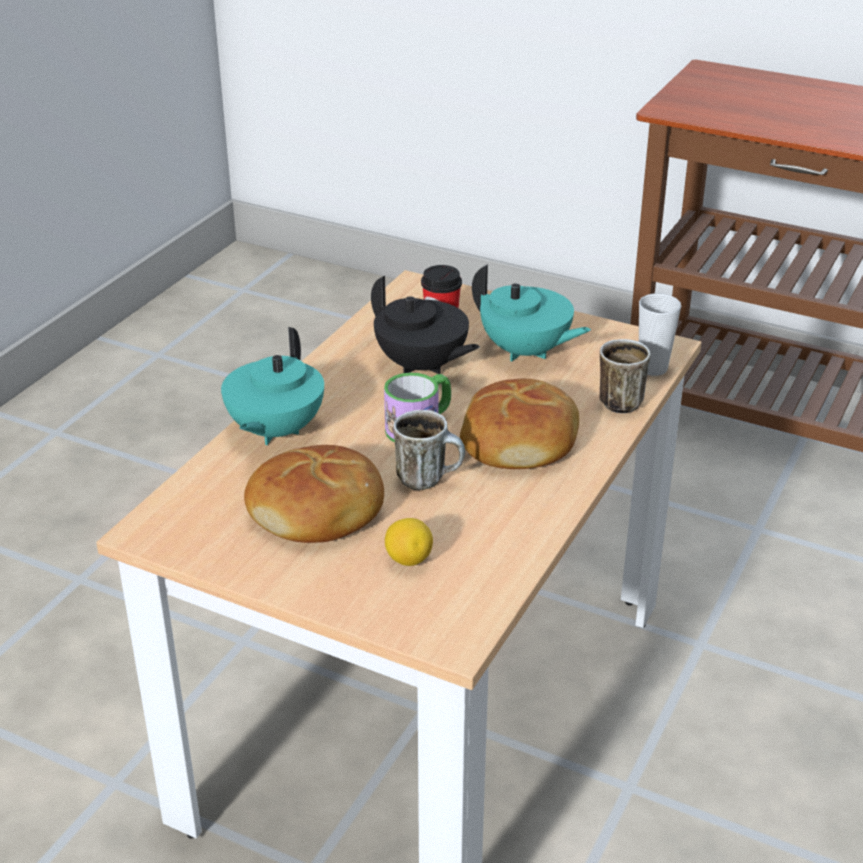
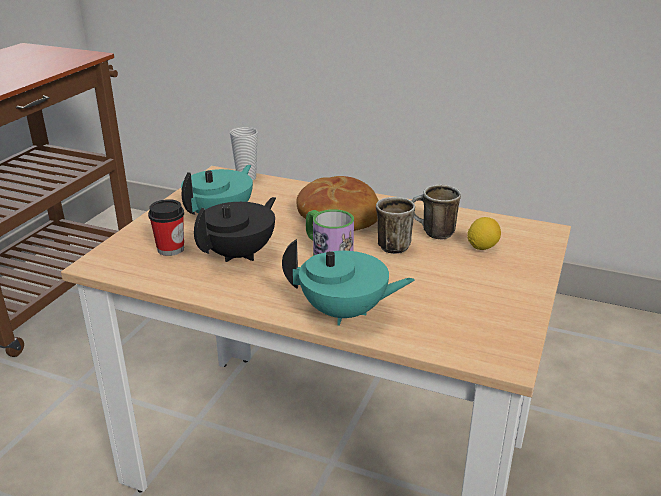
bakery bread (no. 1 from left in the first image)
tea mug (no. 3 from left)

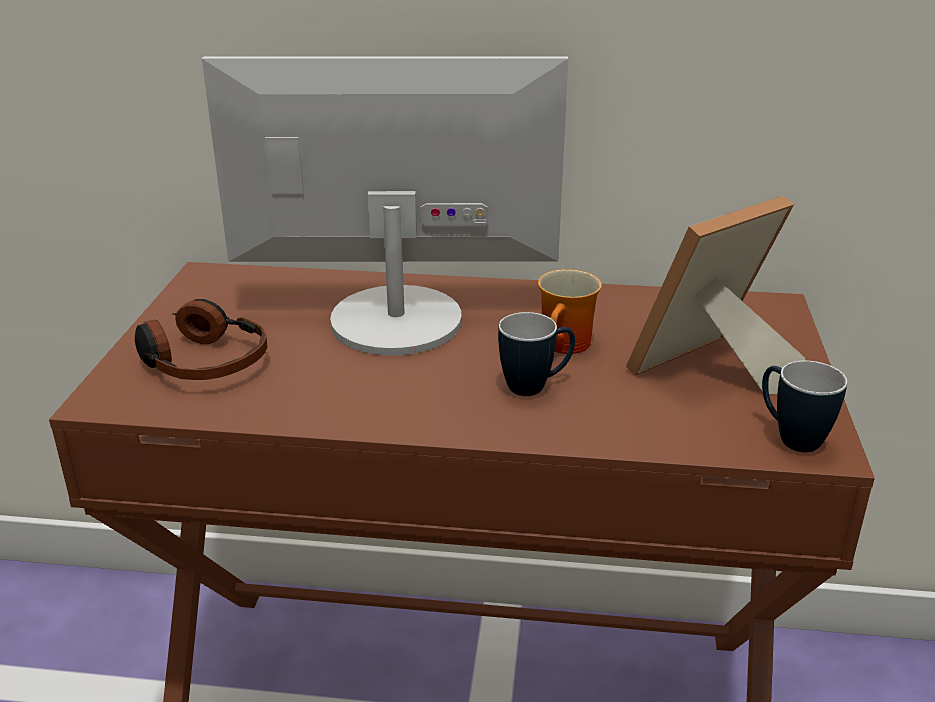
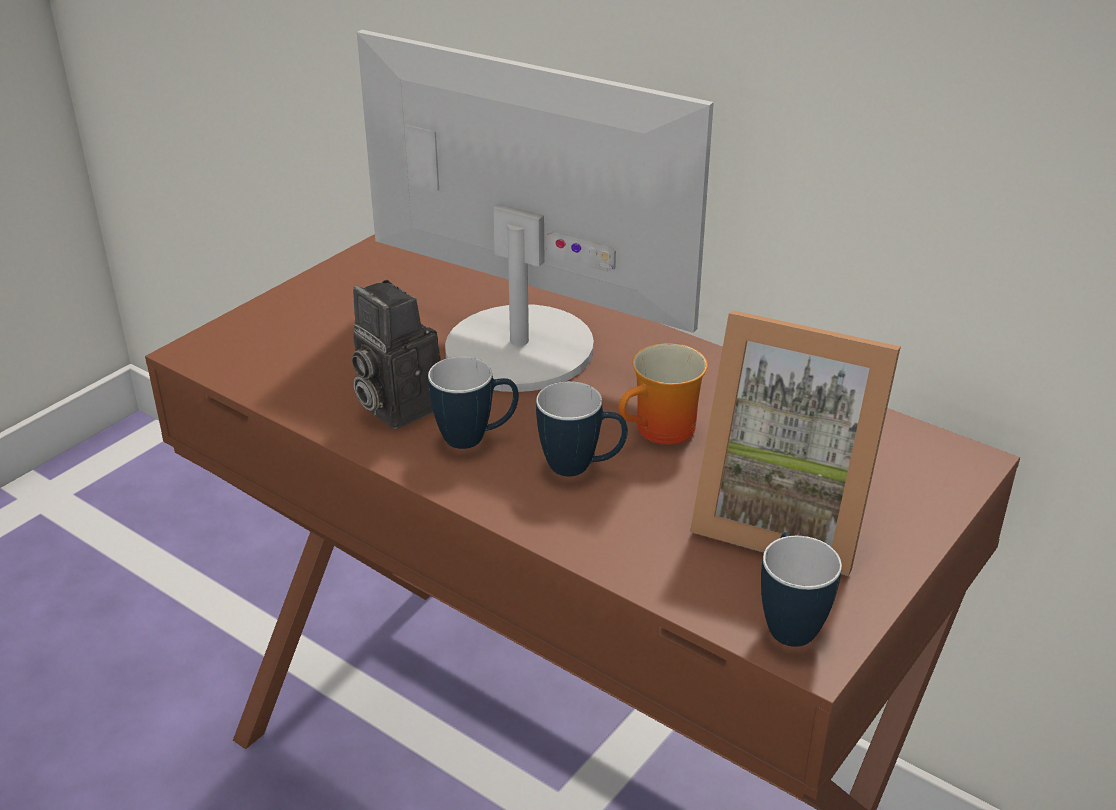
headset
picture frame
photo camera
tea mug (no. 1 from left)

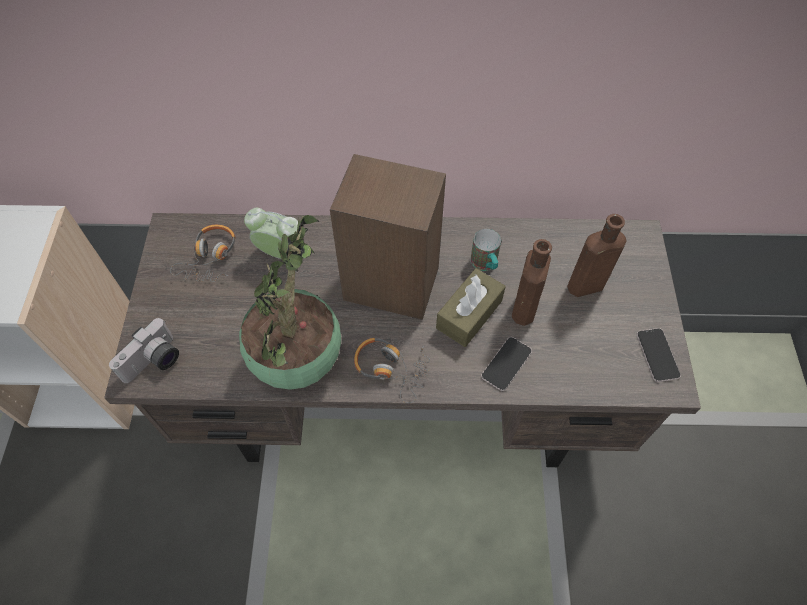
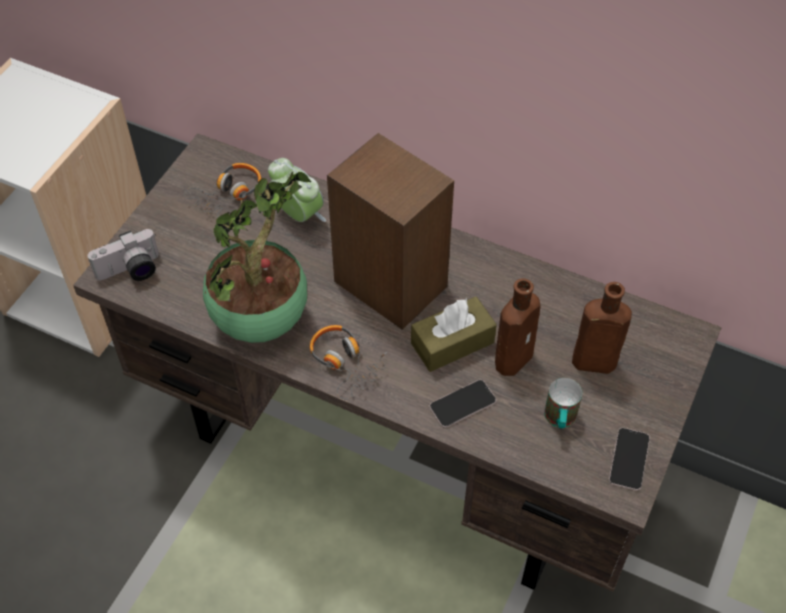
tea mug

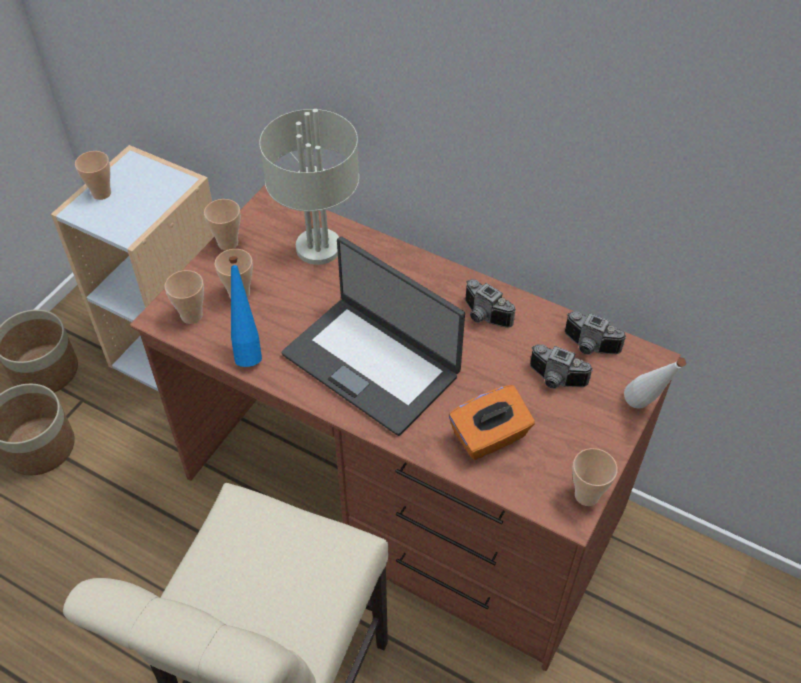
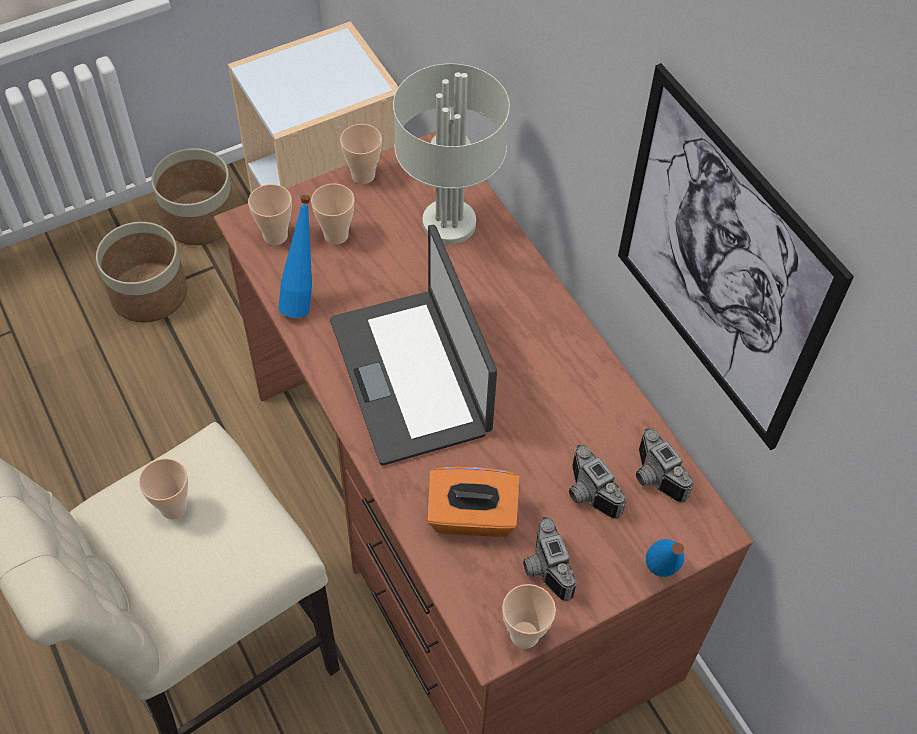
small cup (no. 1 from left)
photo camera (no. 1 from left)
blue beverage bottle (no. 2 from left)
picture

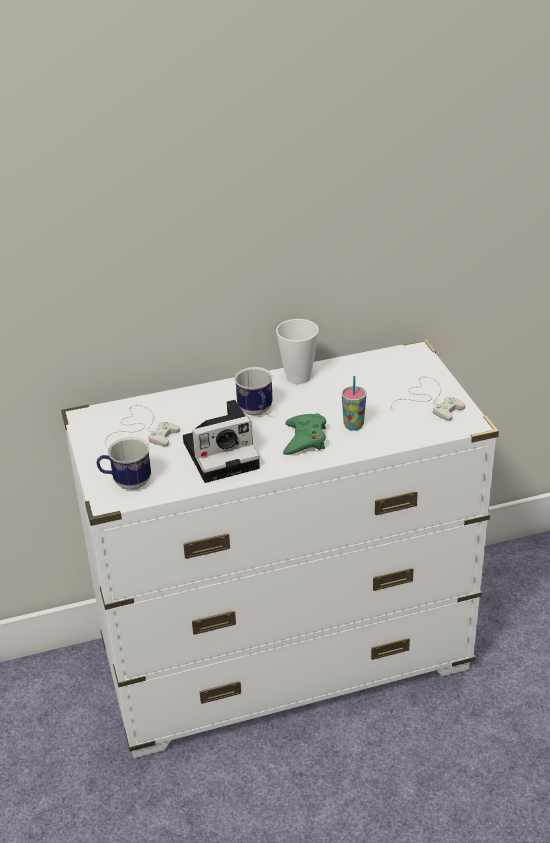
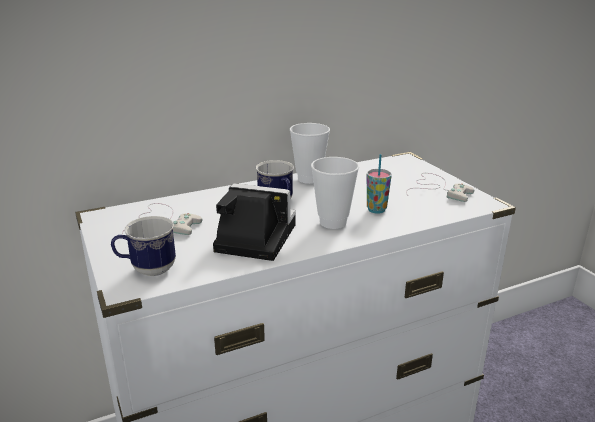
photo camera
small cup (no. 2 from left)

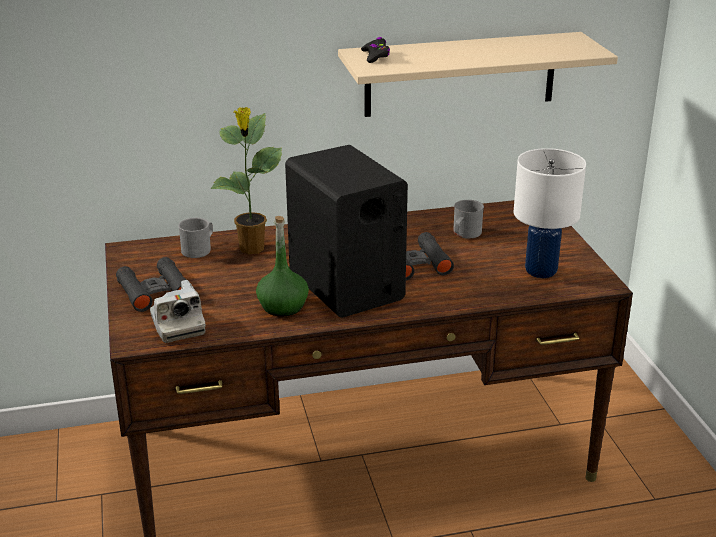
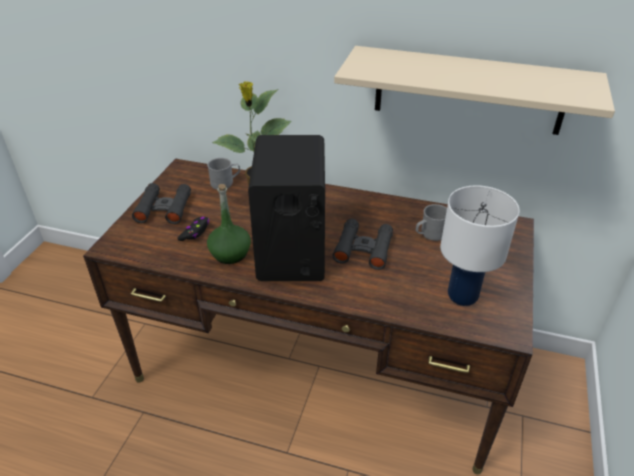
photo camera
black-coloured gamepad

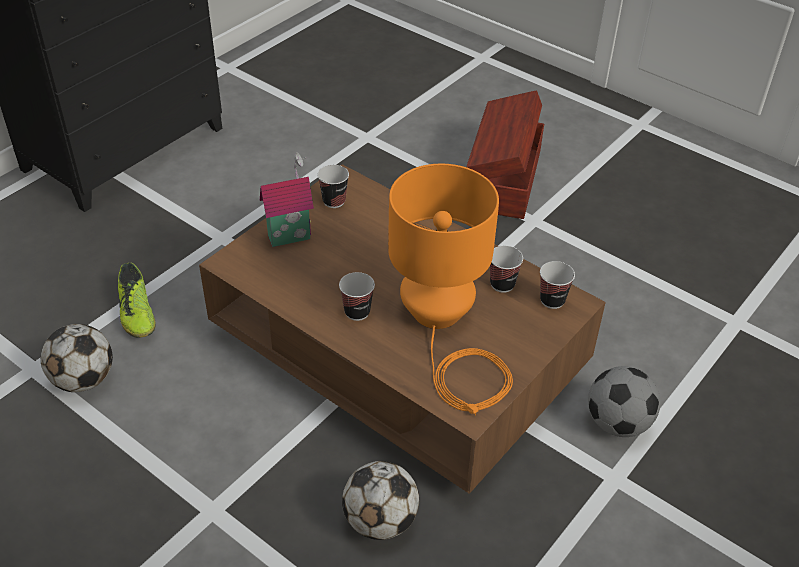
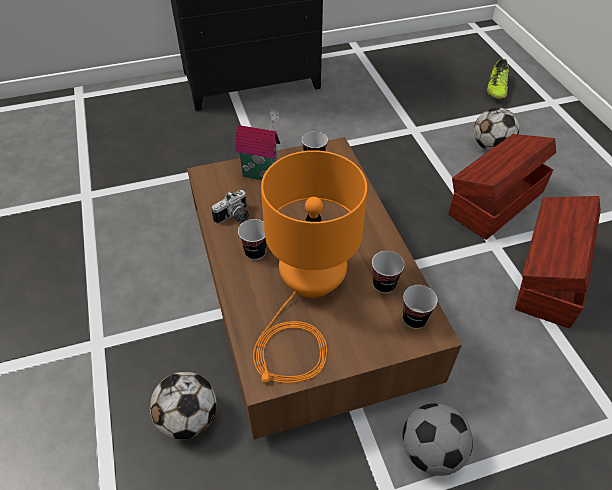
football ball (no. 3 from left)
item of footwear
photo camera
brown-coloured storage container (no. 2 from left)

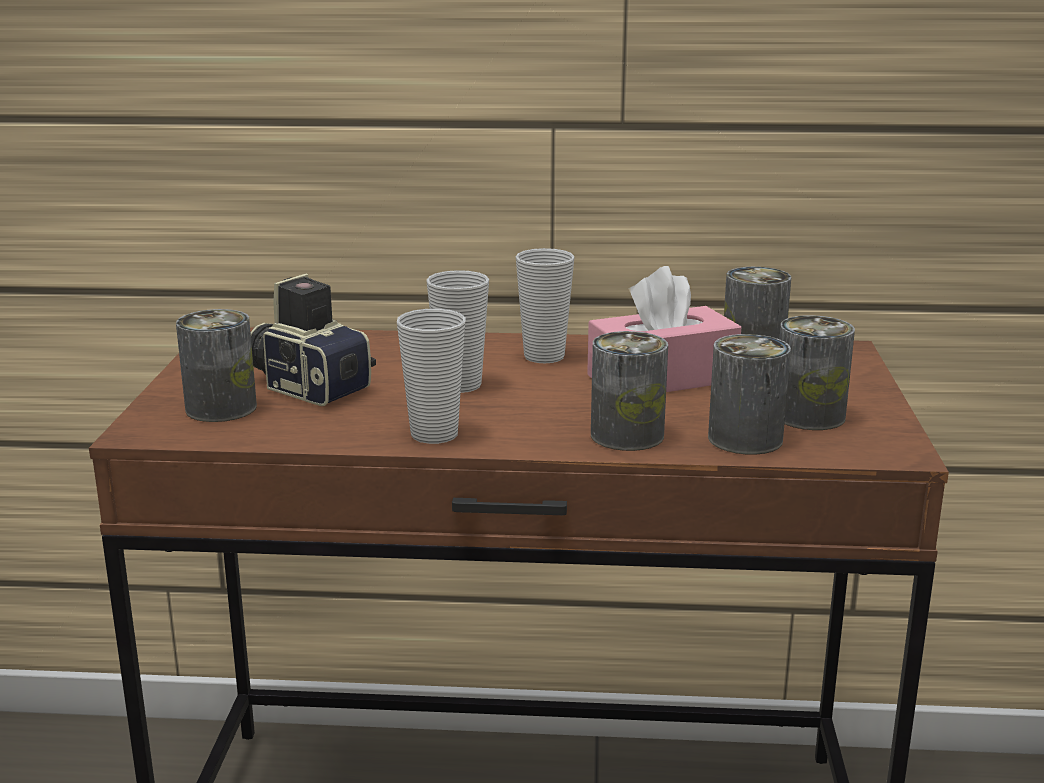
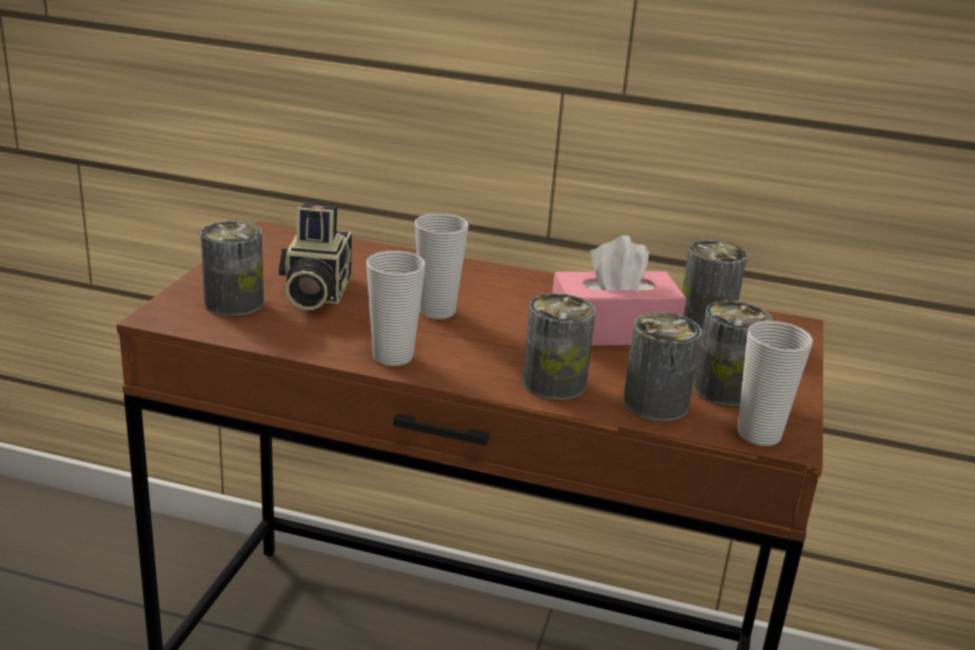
photo camera
small cup (no. 3 from left)

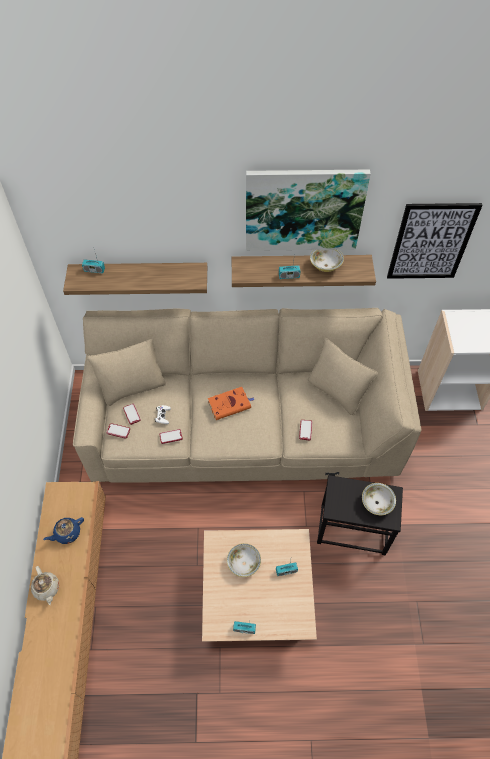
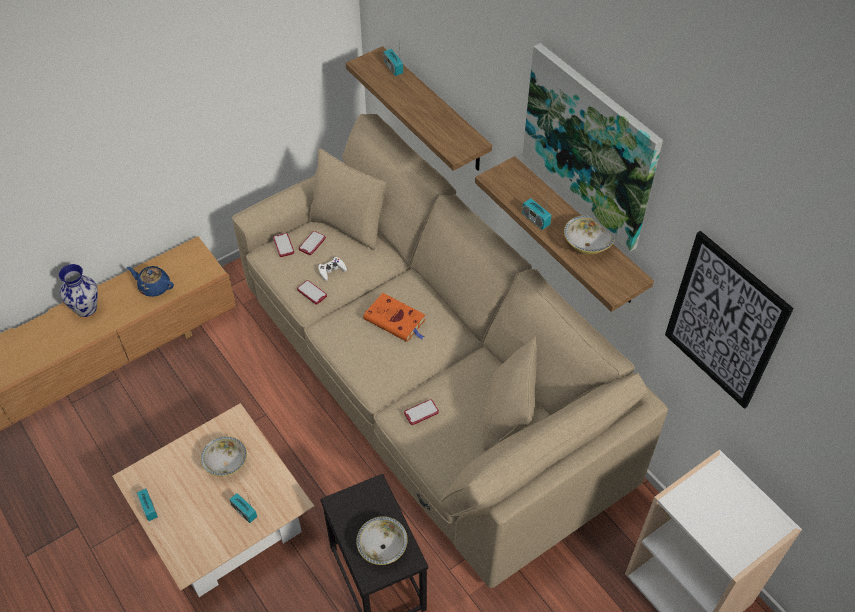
decorative vase

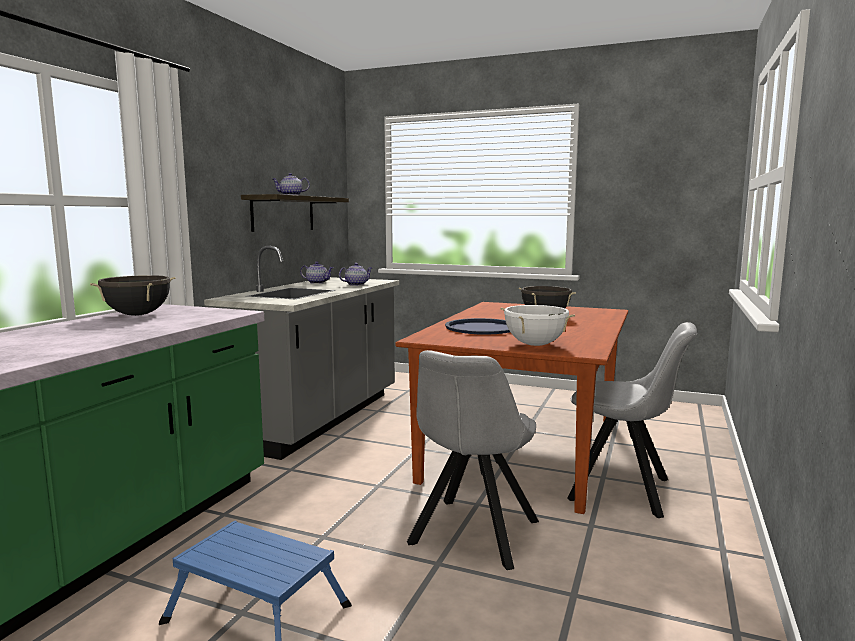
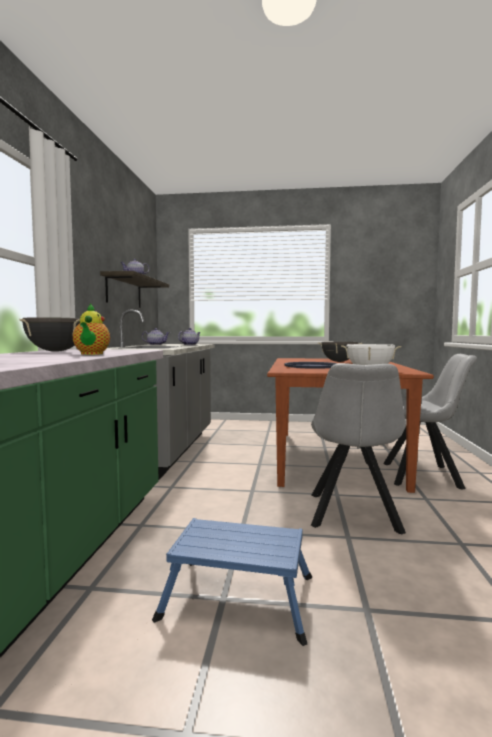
teapot (no. 1 from left)

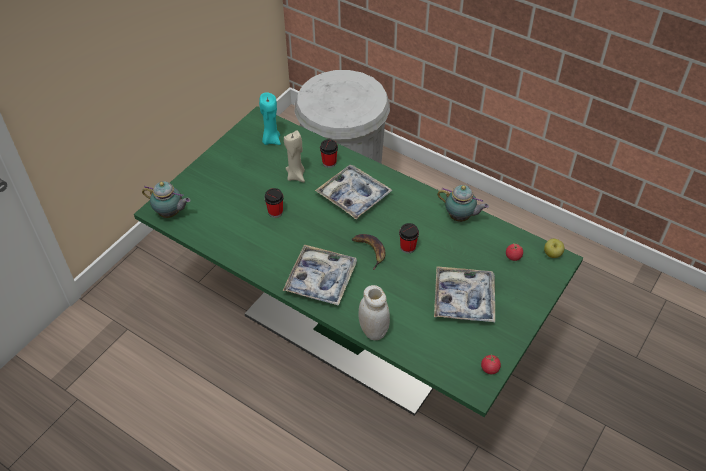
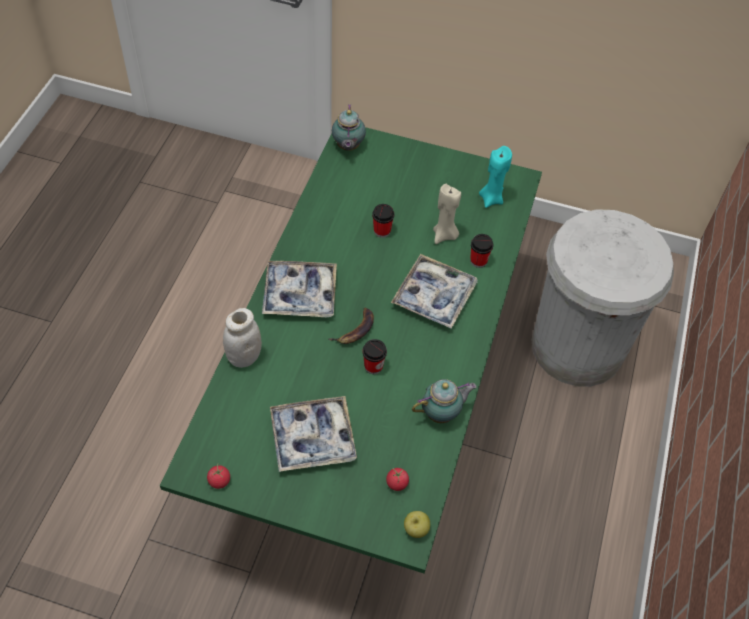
teapot (no. 2 from left)

